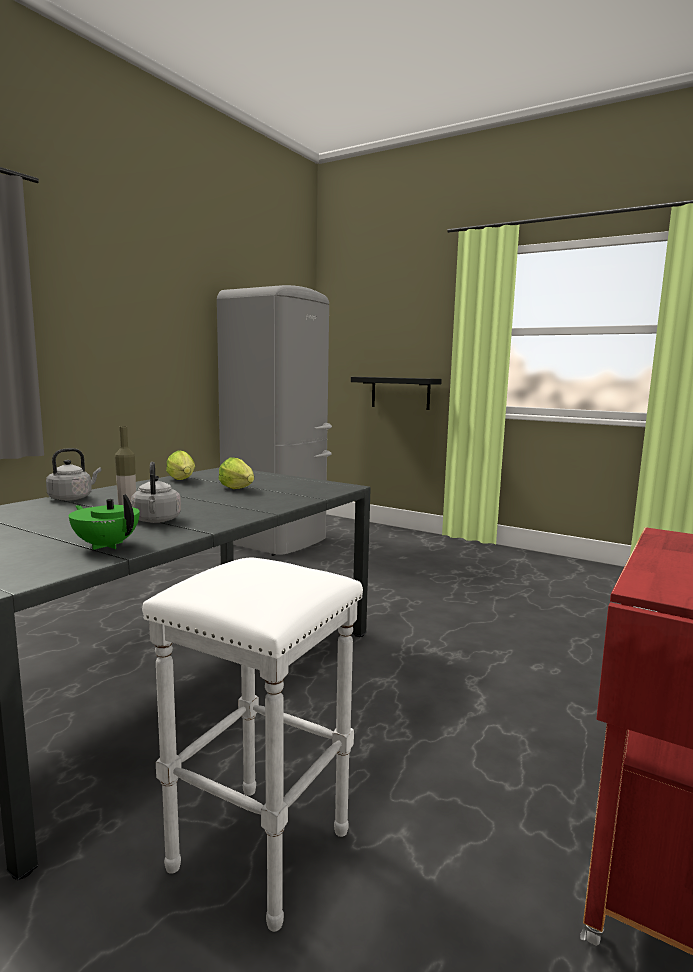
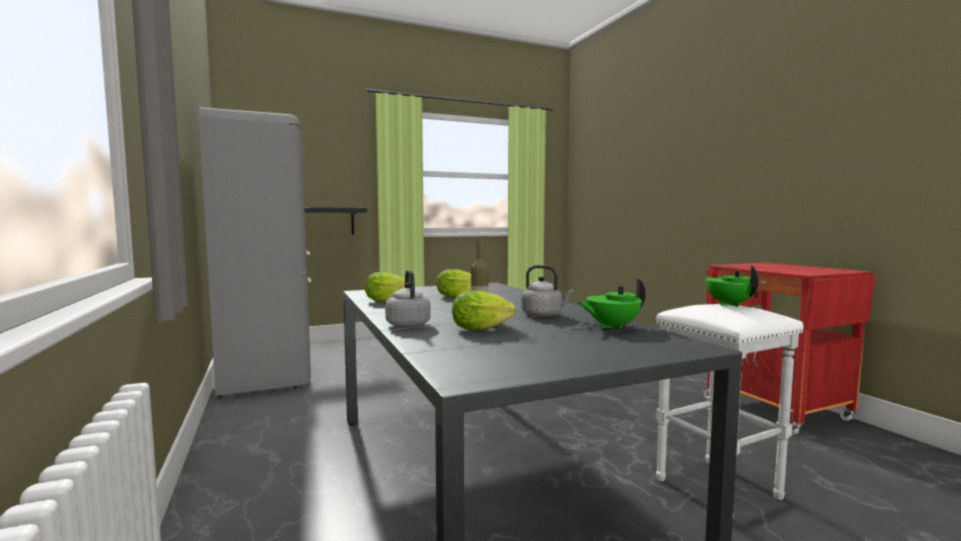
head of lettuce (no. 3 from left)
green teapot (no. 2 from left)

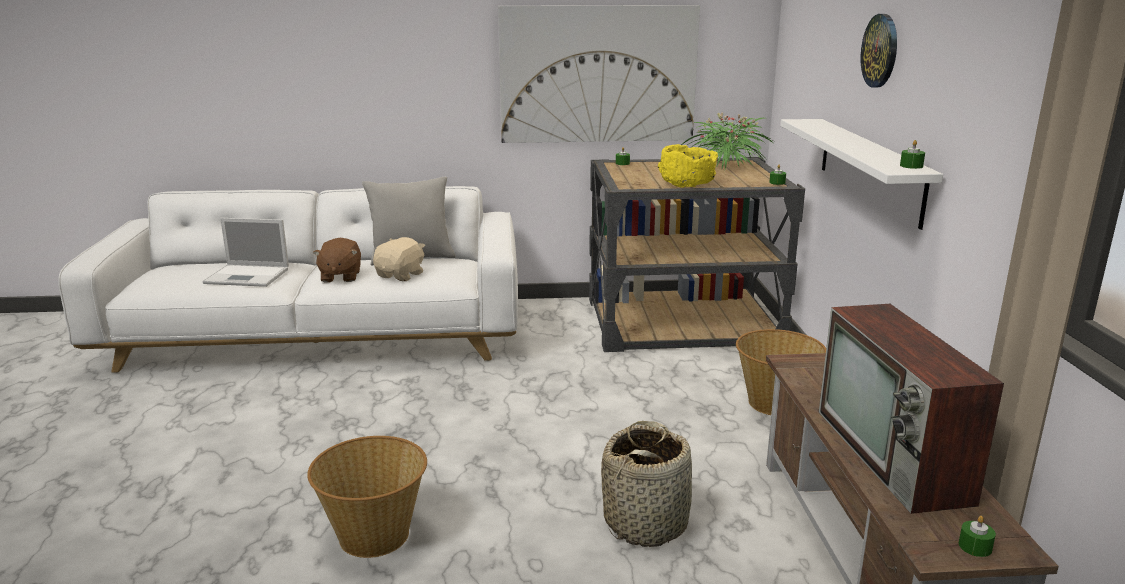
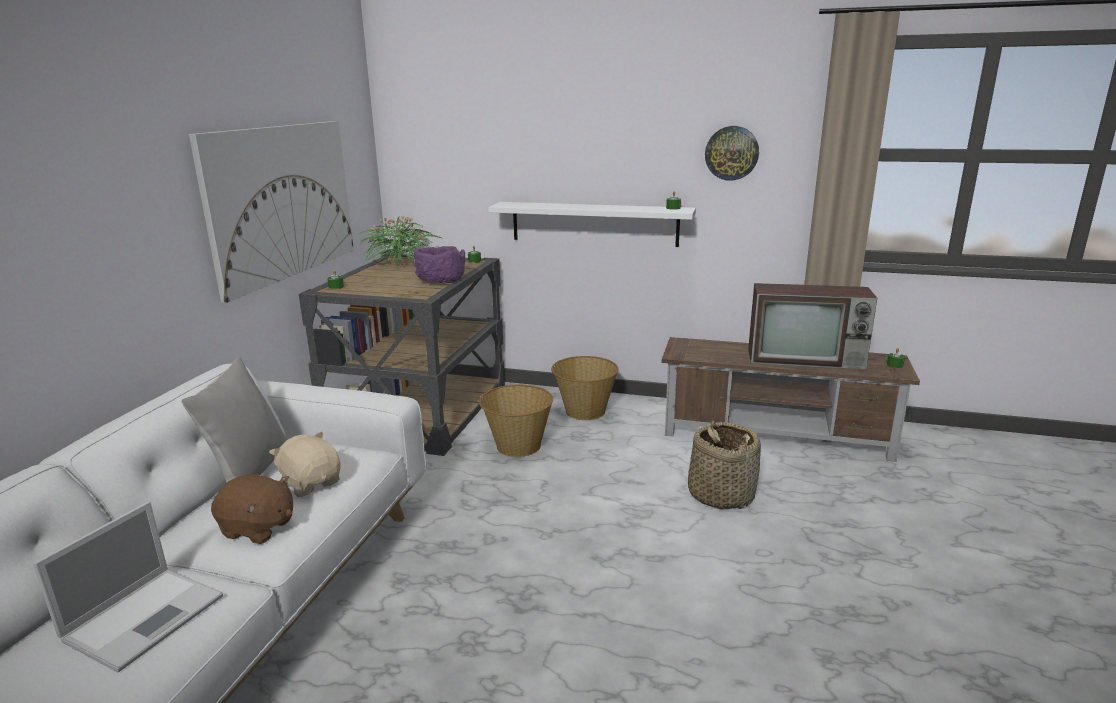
basket (no. 1 from left)
purple-coloured deep dish
clock on the wall

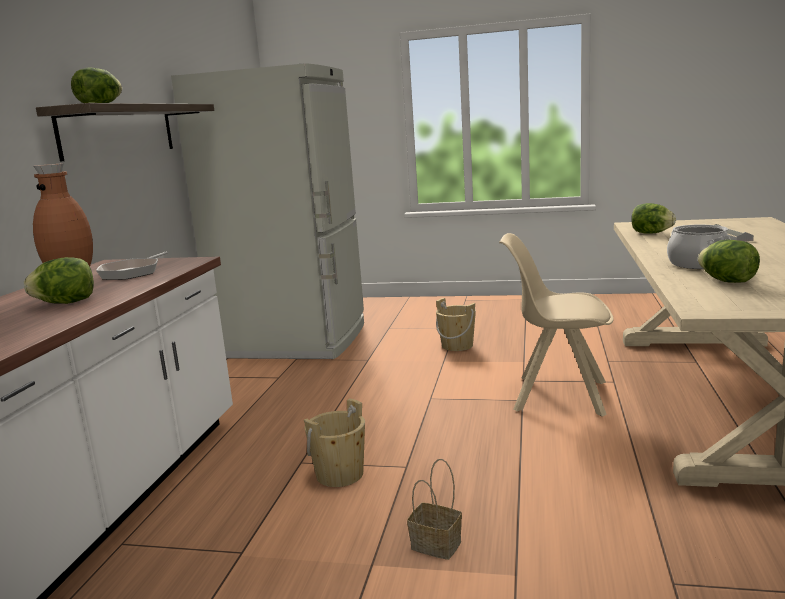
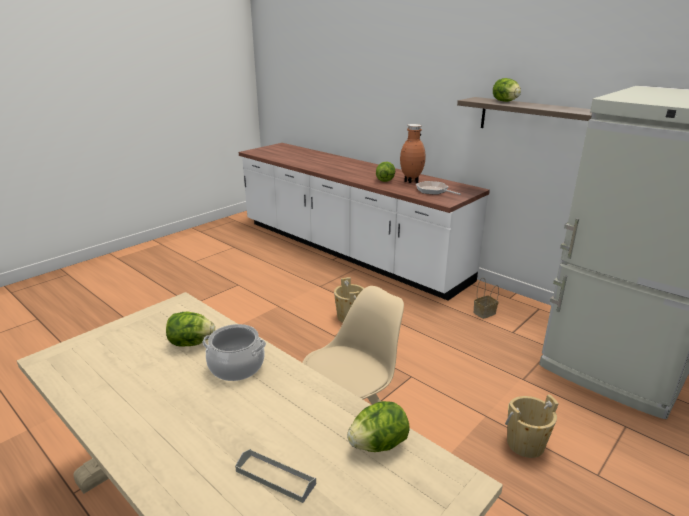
basket

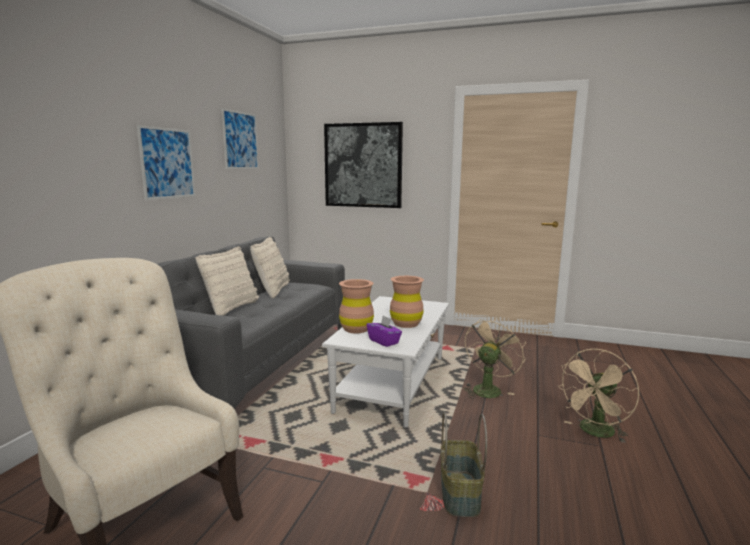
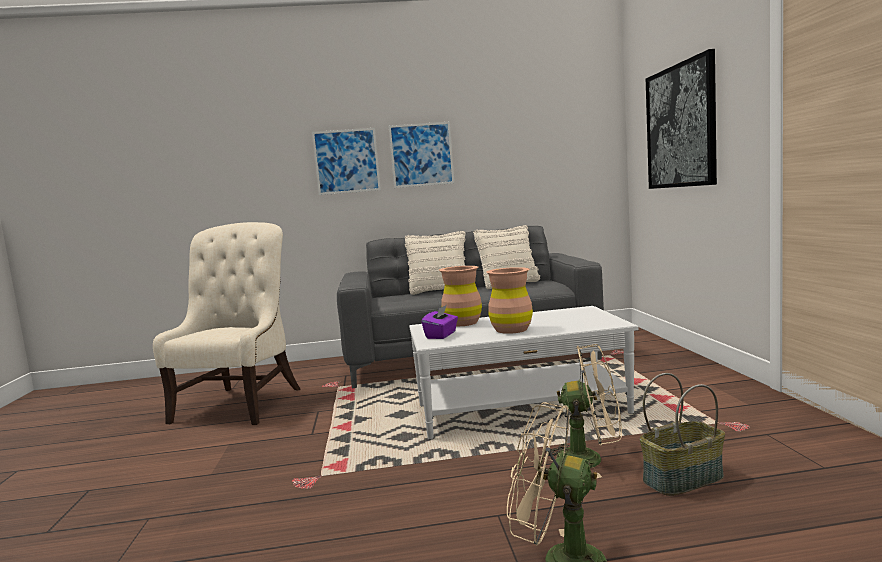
picture (no. 1 from left)
basket

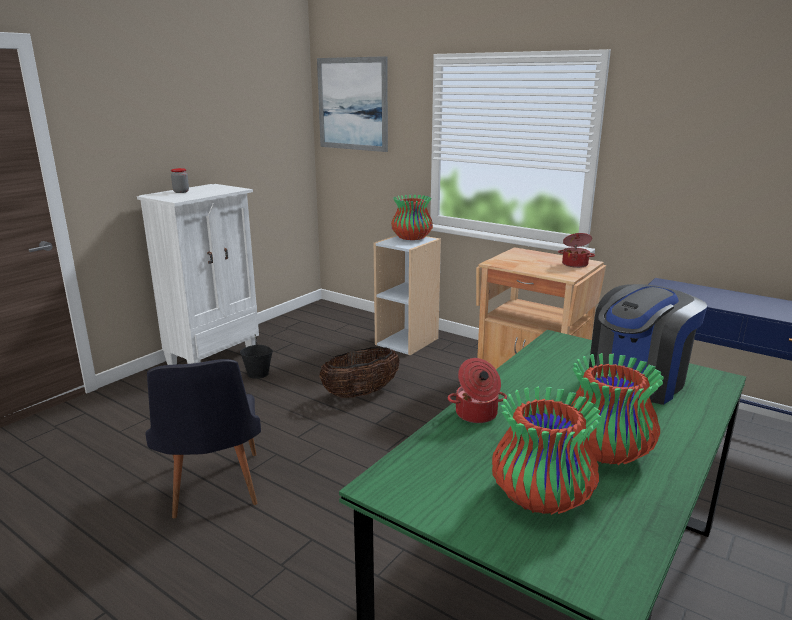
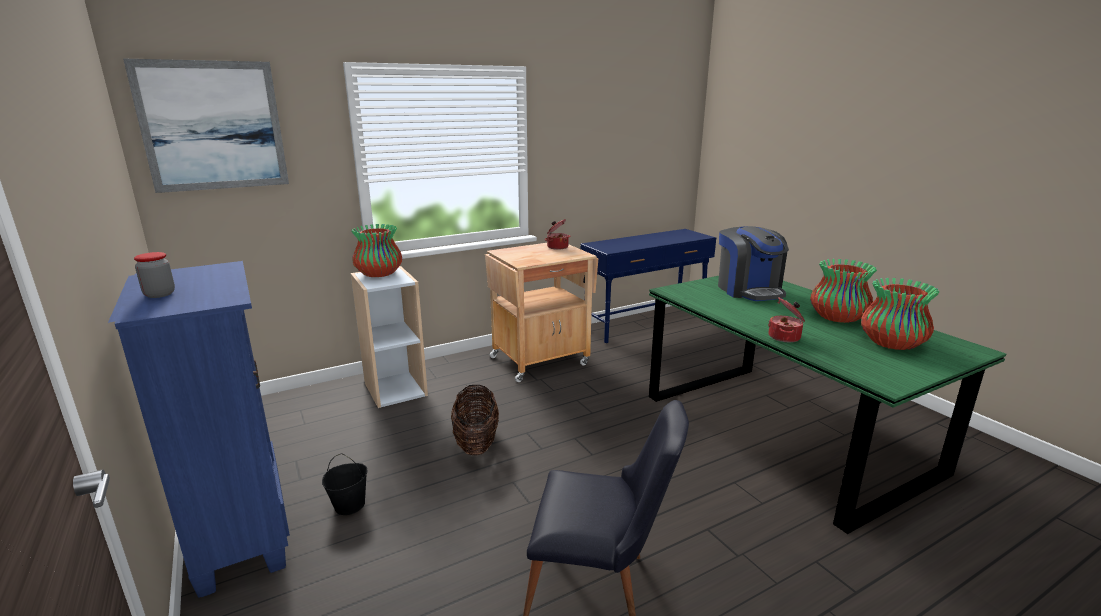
blue cupboard

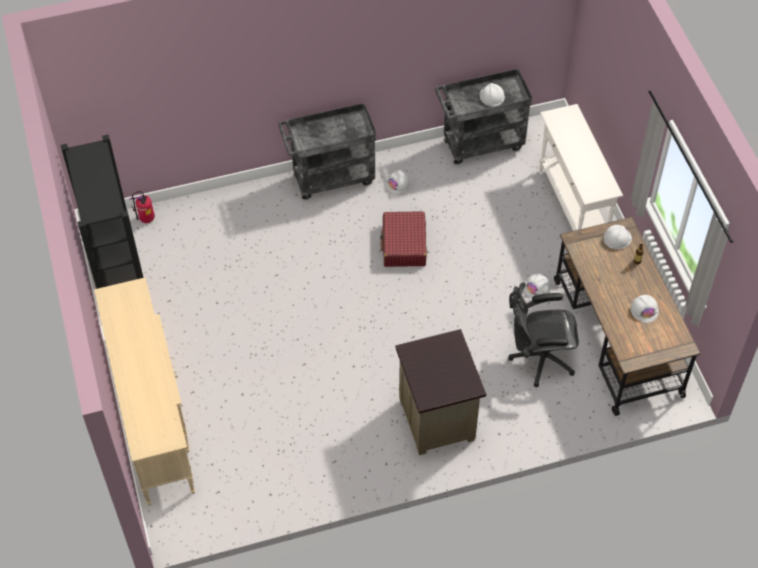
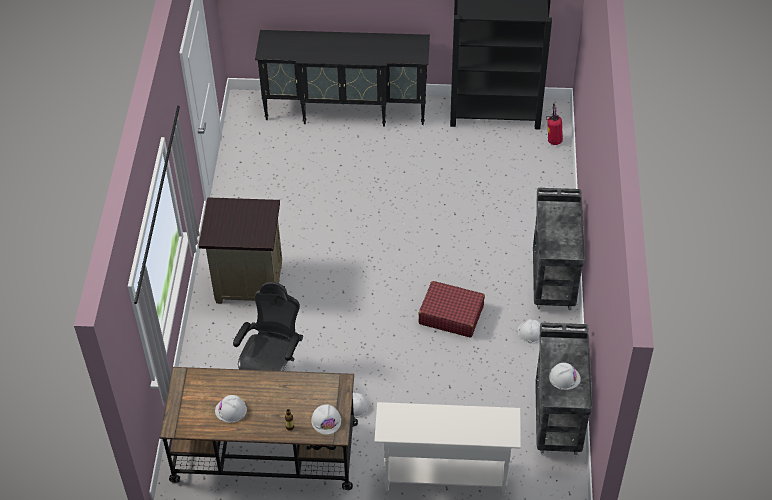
black-coloured cupboard

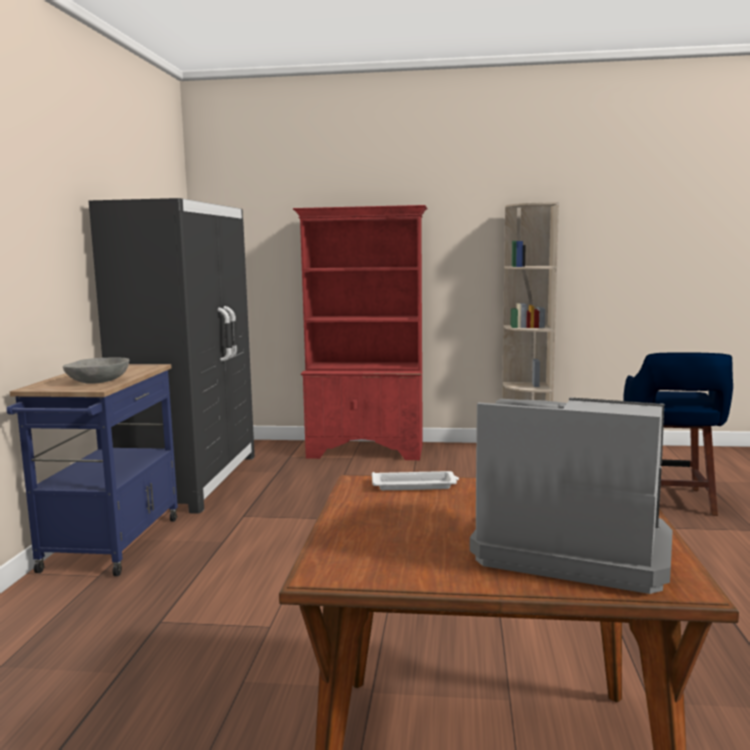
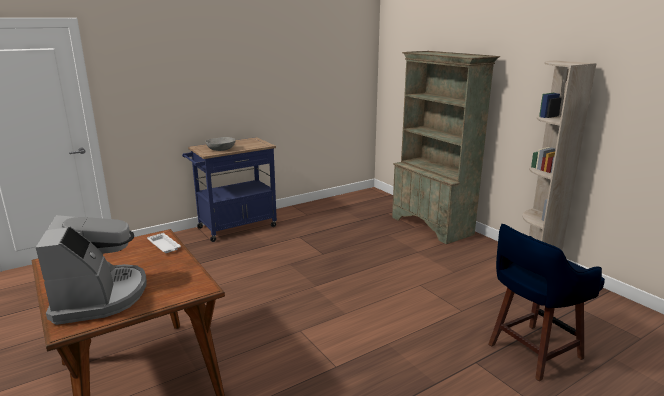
black-coloured cupboard
green bookshelf

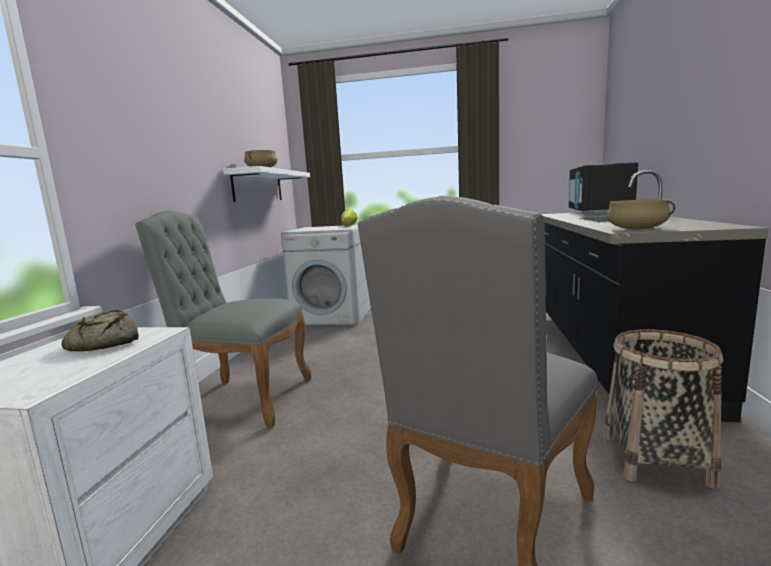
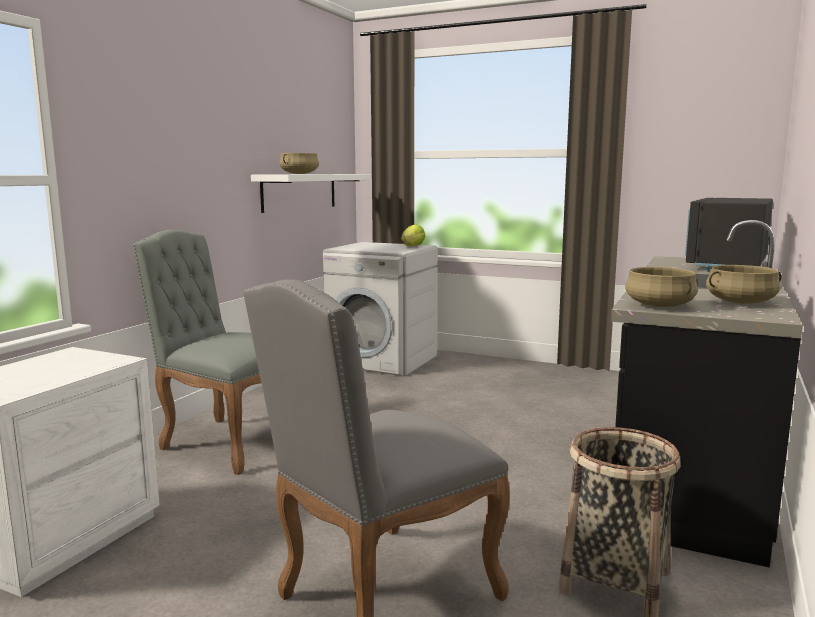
bakery bread
beige cooking pot (no. 3 from left)

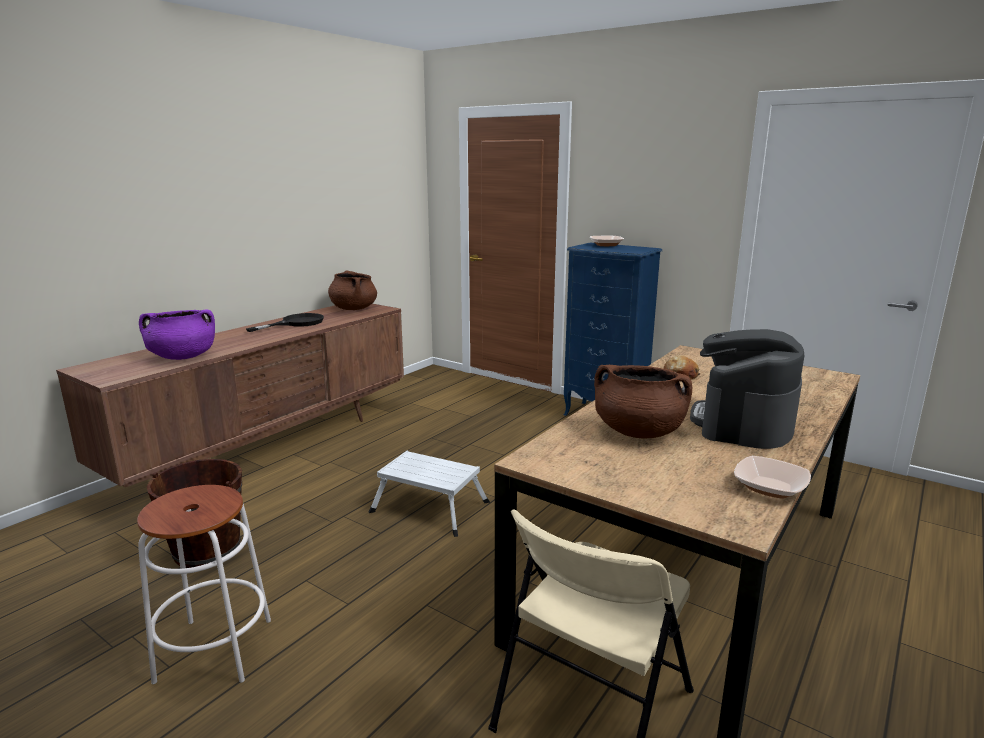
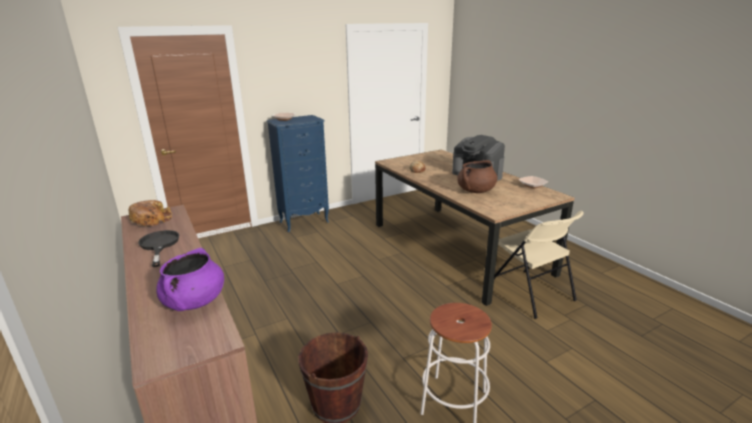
bakery bread (no. 1 from left)
white-coloured stepladder

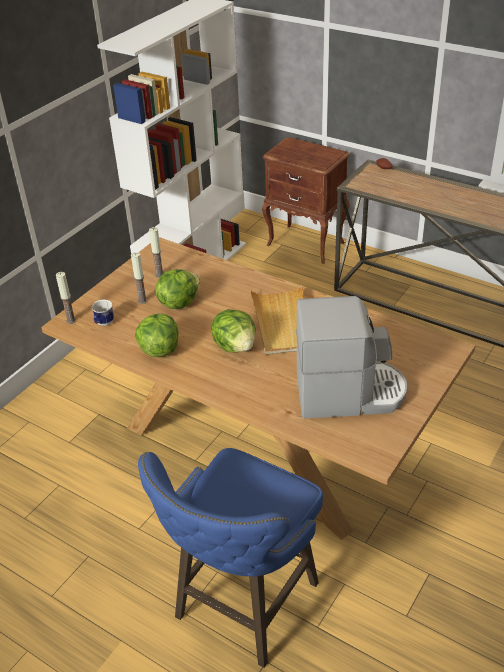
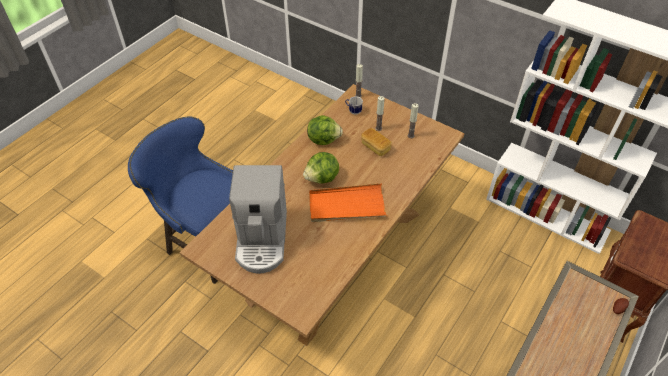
bakery bread
orangey carrying tray

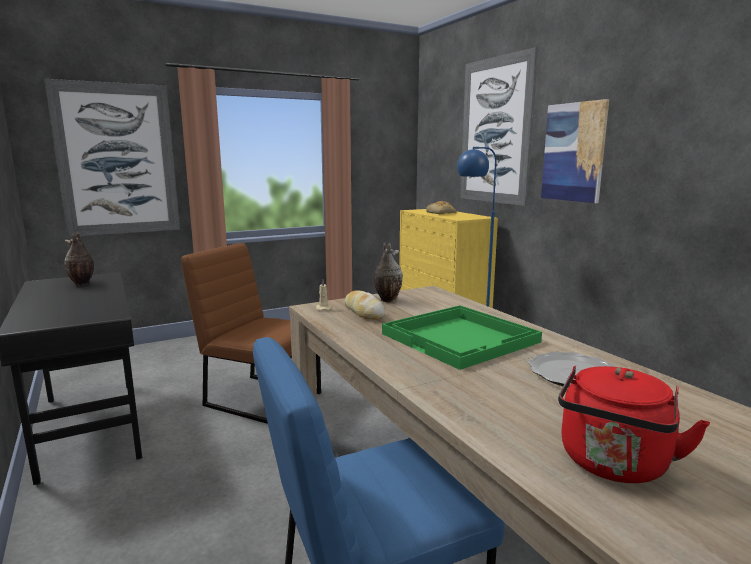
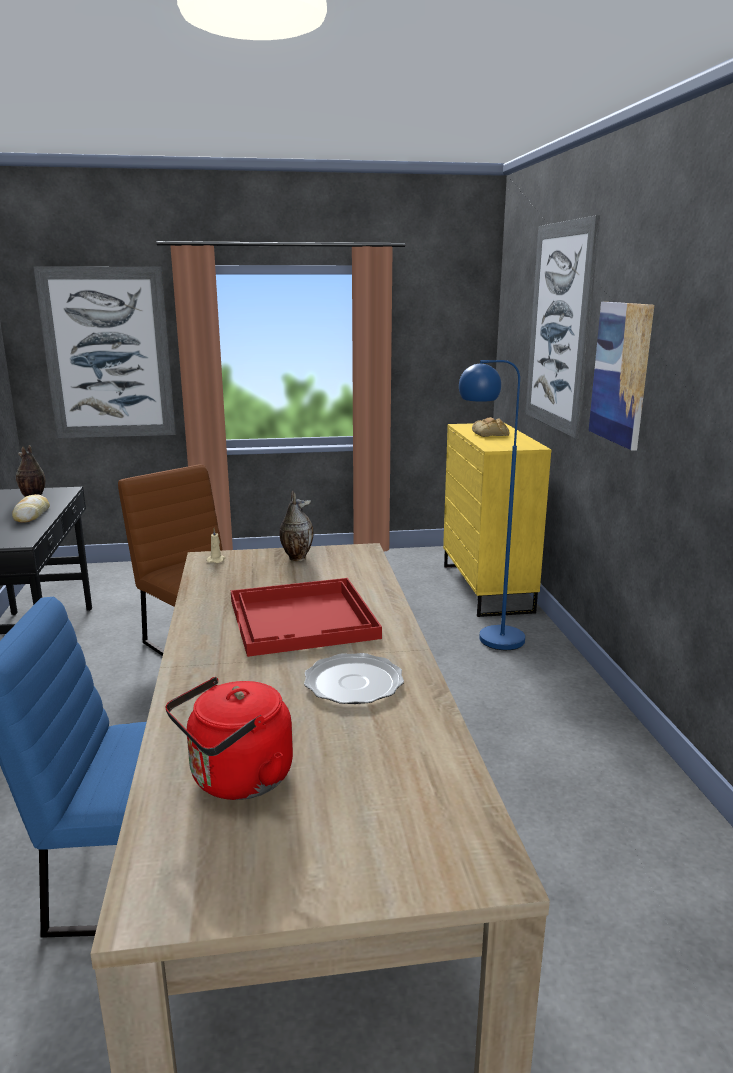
bakery bread (no. 1 from left)
red carrying tray

